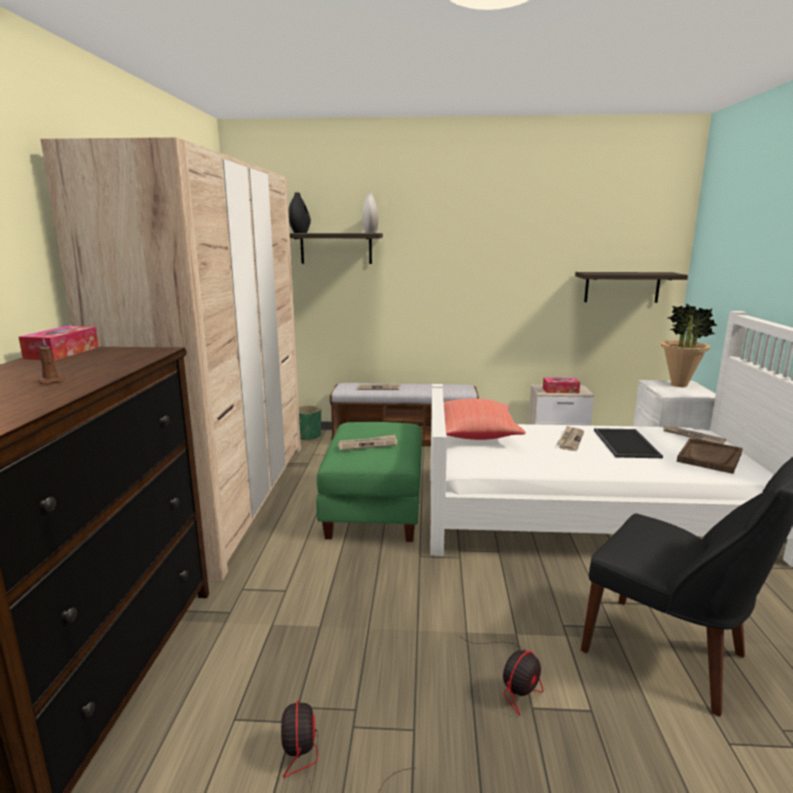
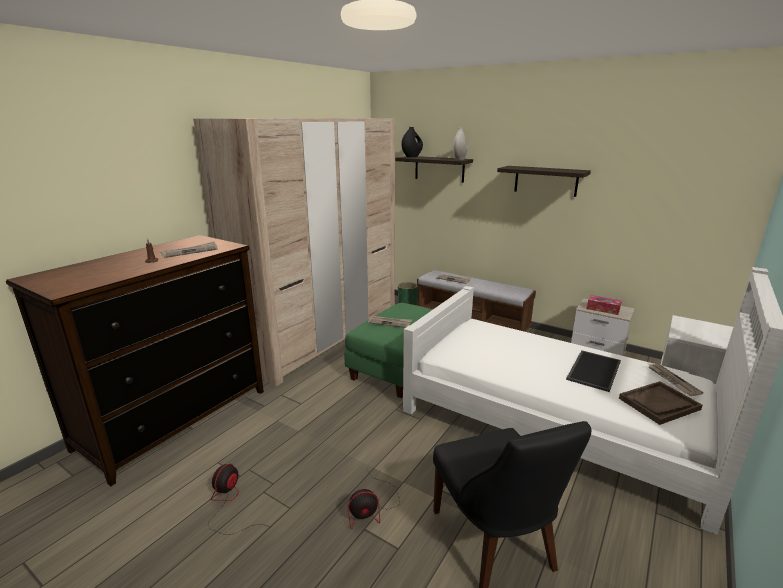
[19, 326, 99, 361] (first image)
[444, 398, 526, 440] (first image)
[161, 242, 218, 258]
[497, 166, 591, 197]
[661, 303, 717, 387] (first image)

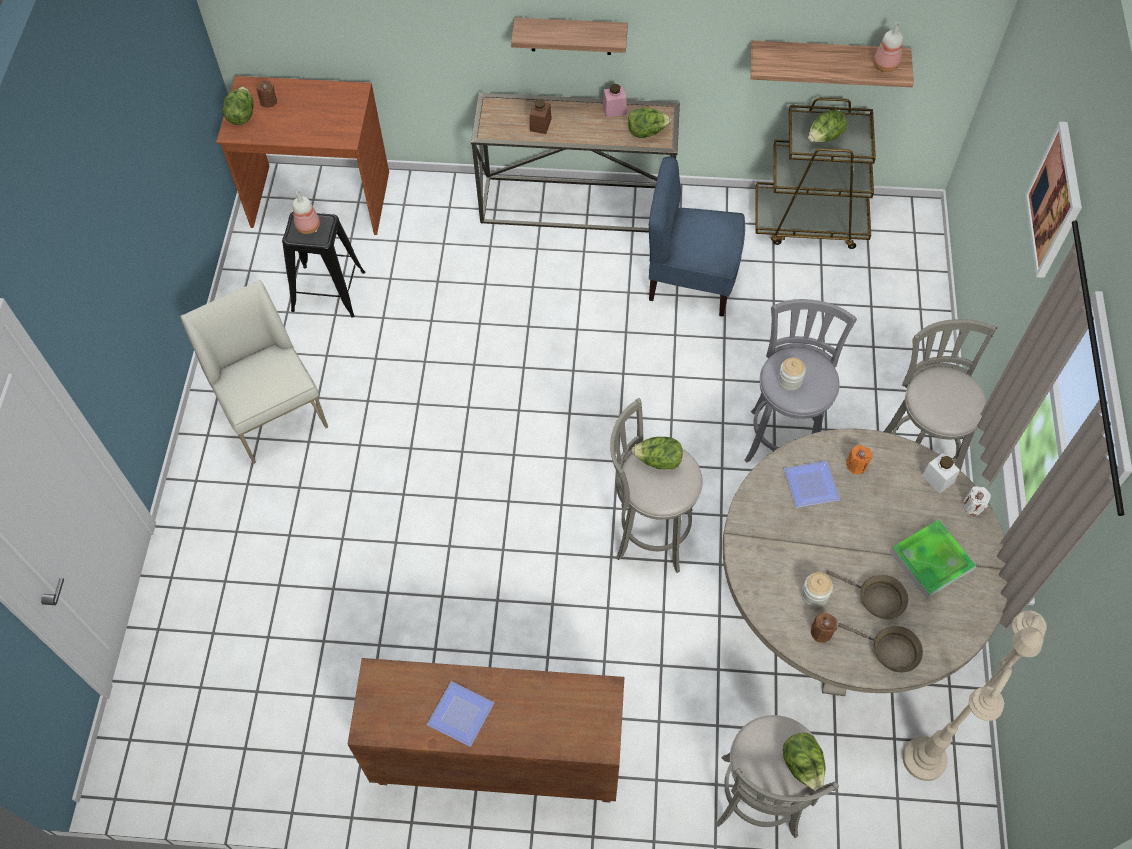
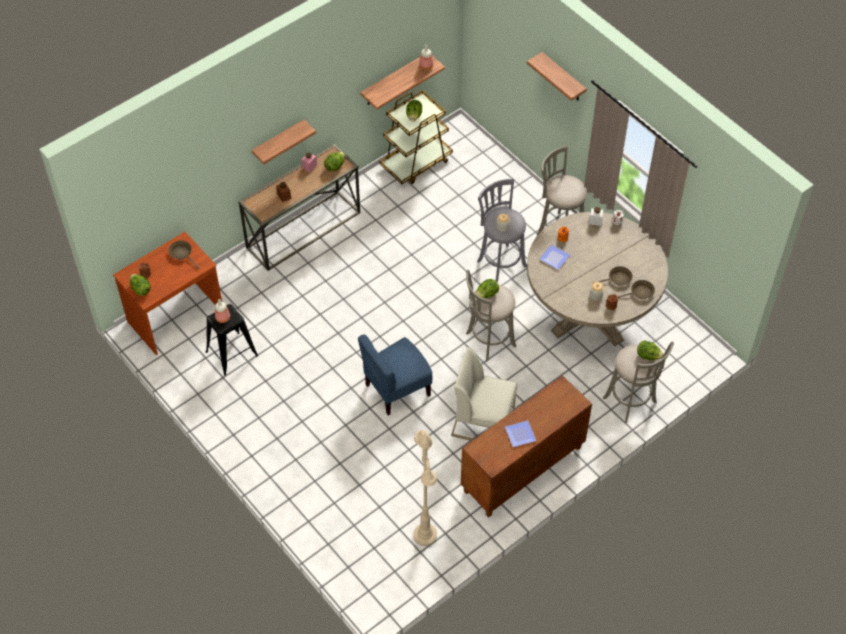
[451, 347, 518, 441]
[358, 334, 432, 415]
[890, 520, 976, 599] (first image)
[413, 430, 437, 546]
[527, 52, 587, 101]
[168, 241, 200, 269]

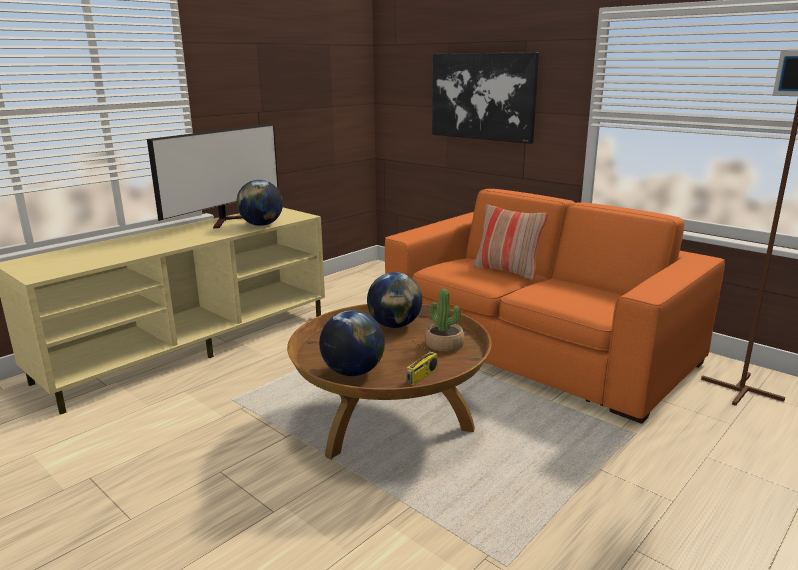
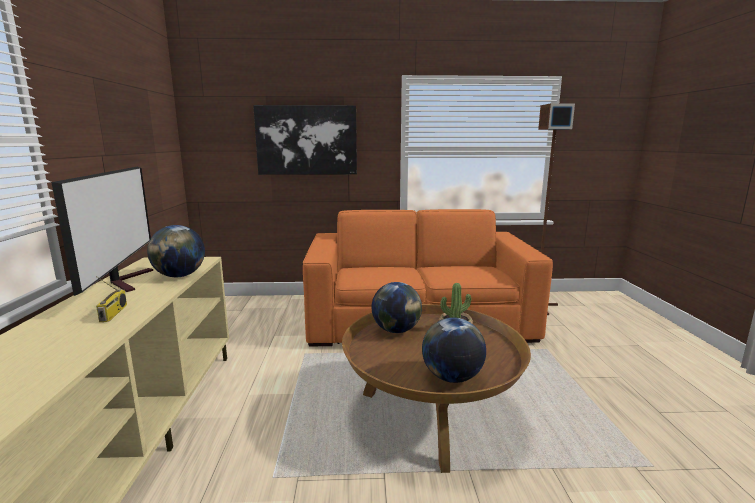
[96, 276, 127, 322]
[473, 205, 548, 280] (first image)

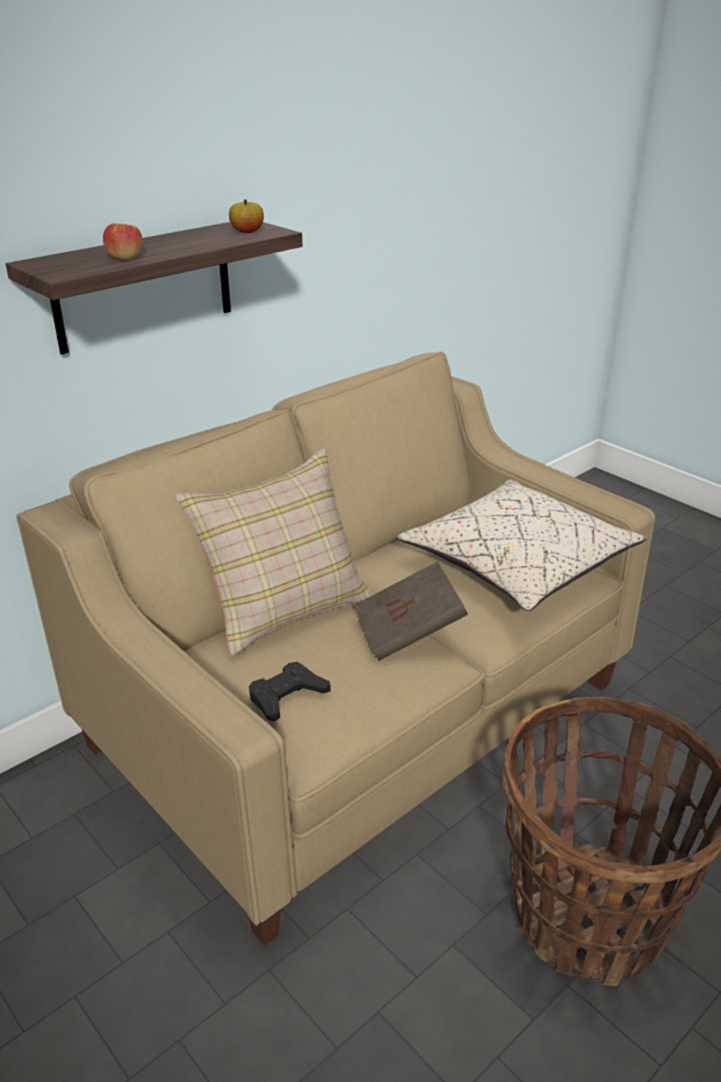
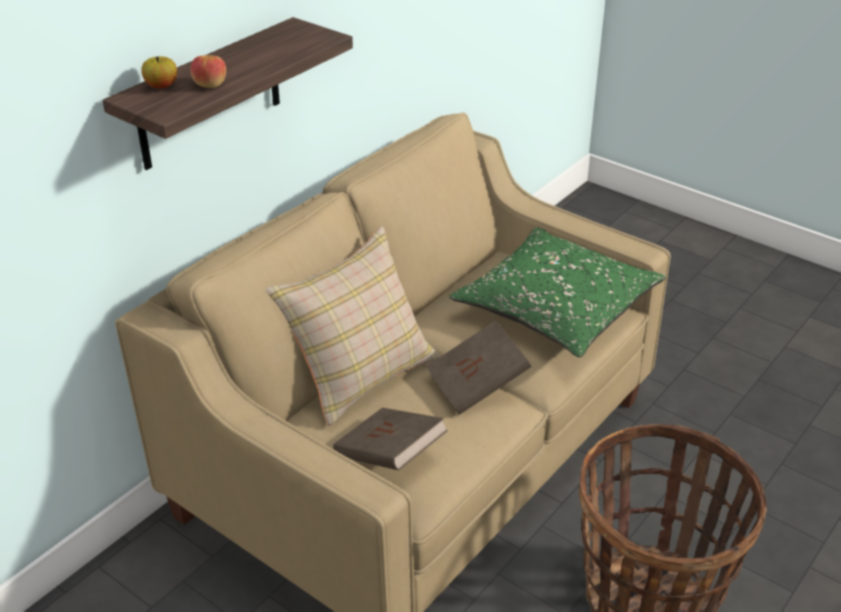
[141, 56, 177, 88]
[333, 408, 448, 470]
[449, 227, 666, 357]

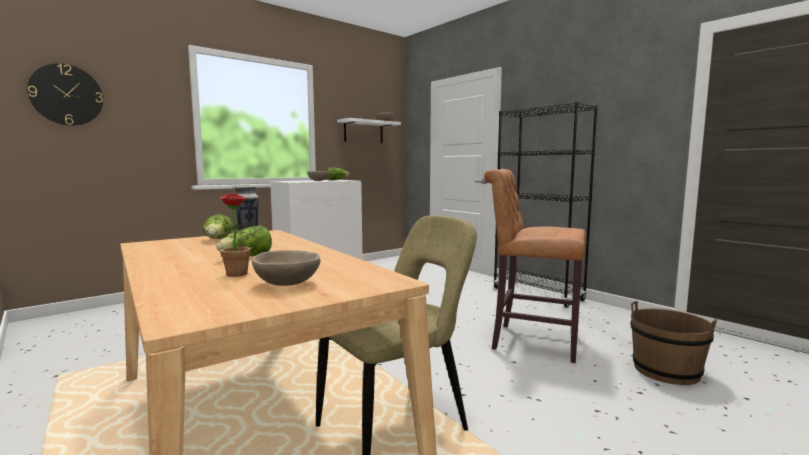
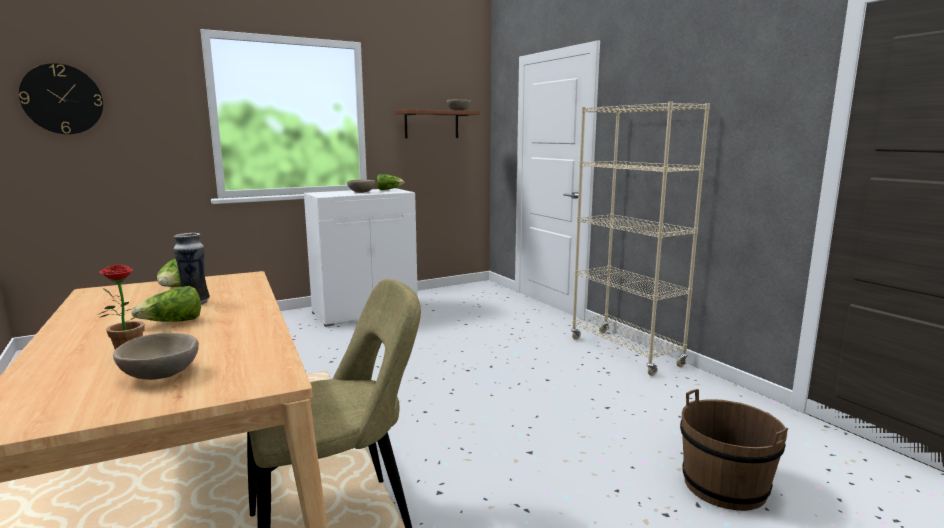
[395, 109, 480, 138]
[484, 169, 586, 363] (first image)
[571, 101, 710, 376]

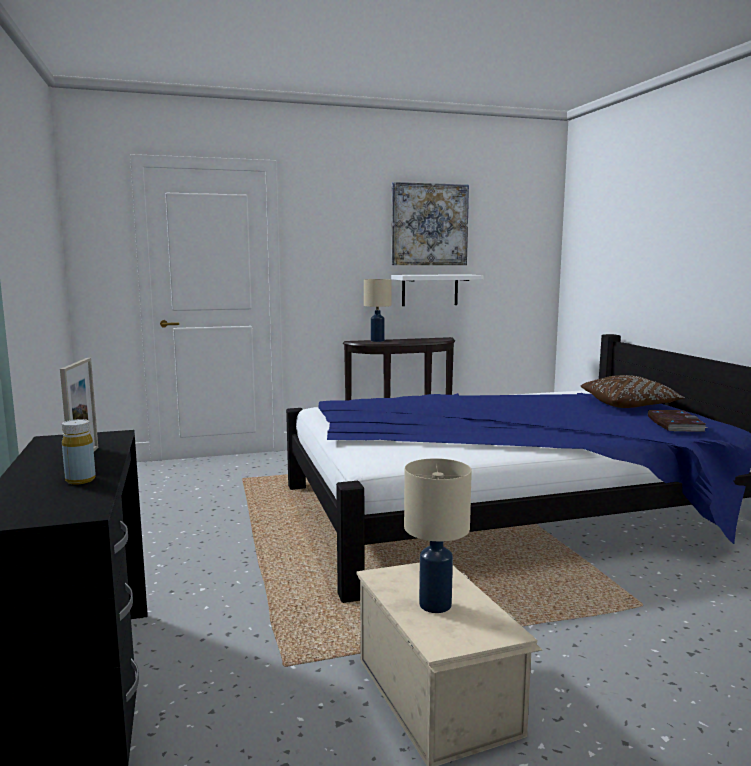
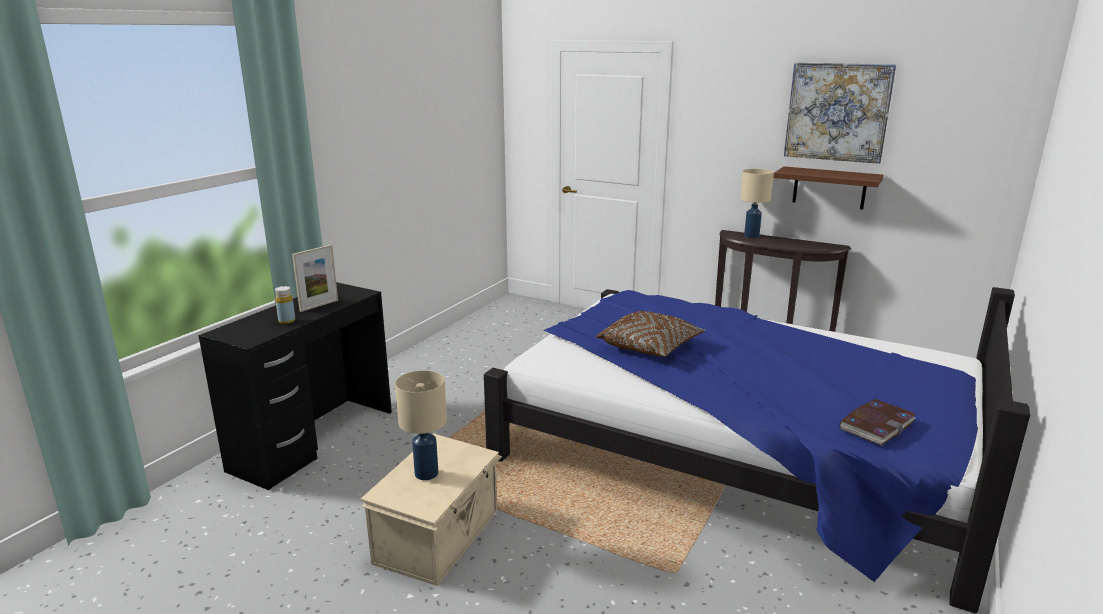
[773, 166, 883, 210]
[596, 311, 705, 357]

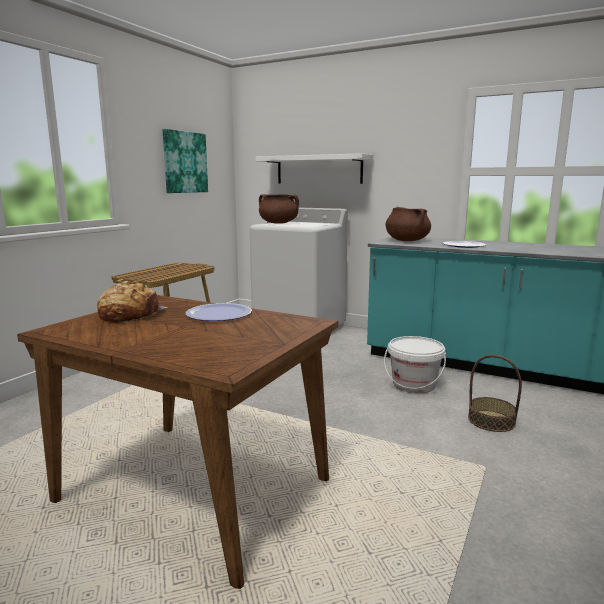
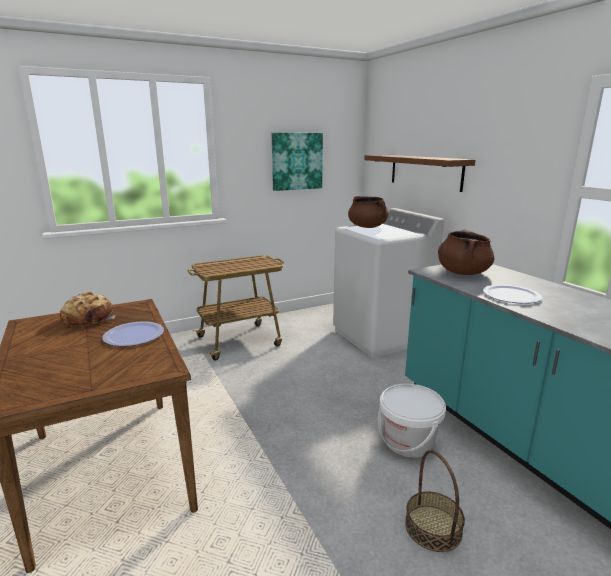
[364, 155, 475, 192]

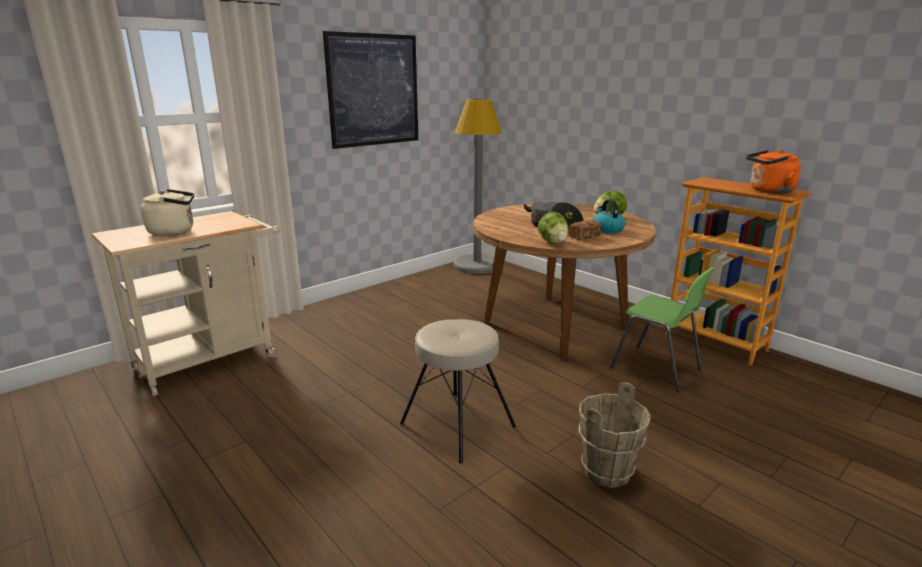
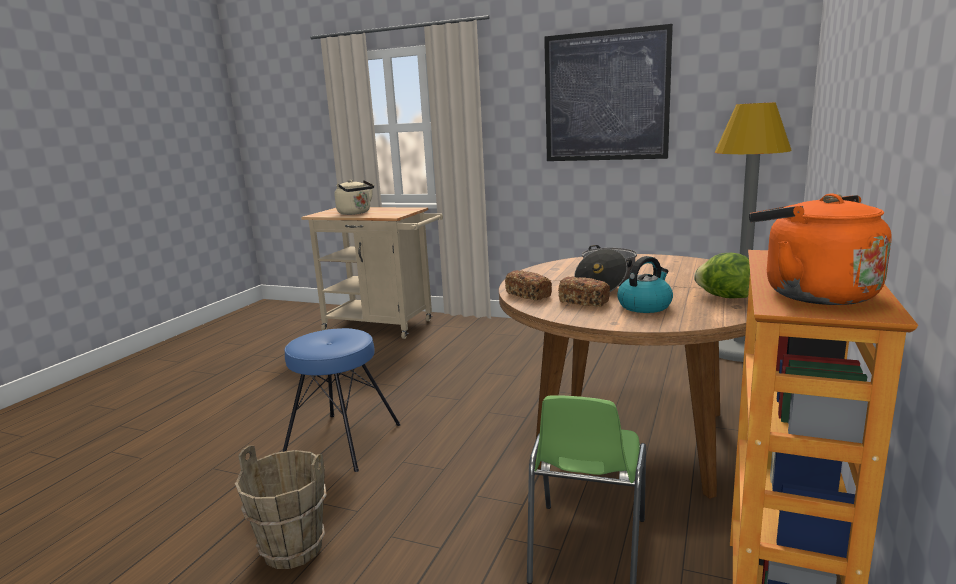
[283, 328, 401, 472]
[505, 270, 552, 300]

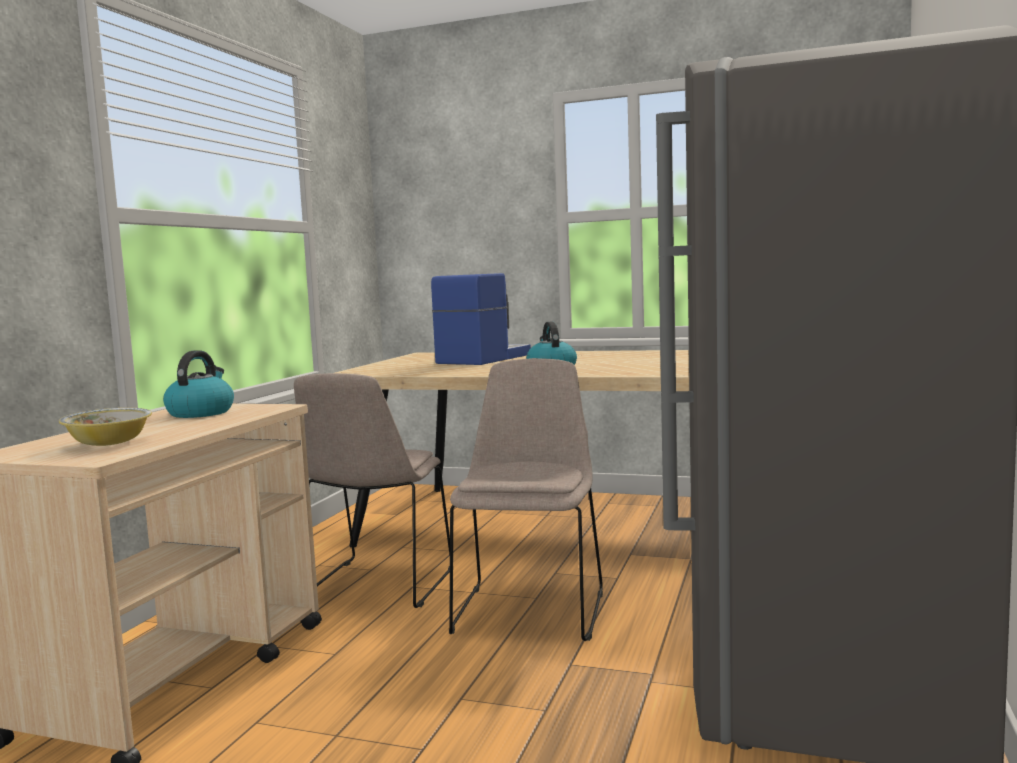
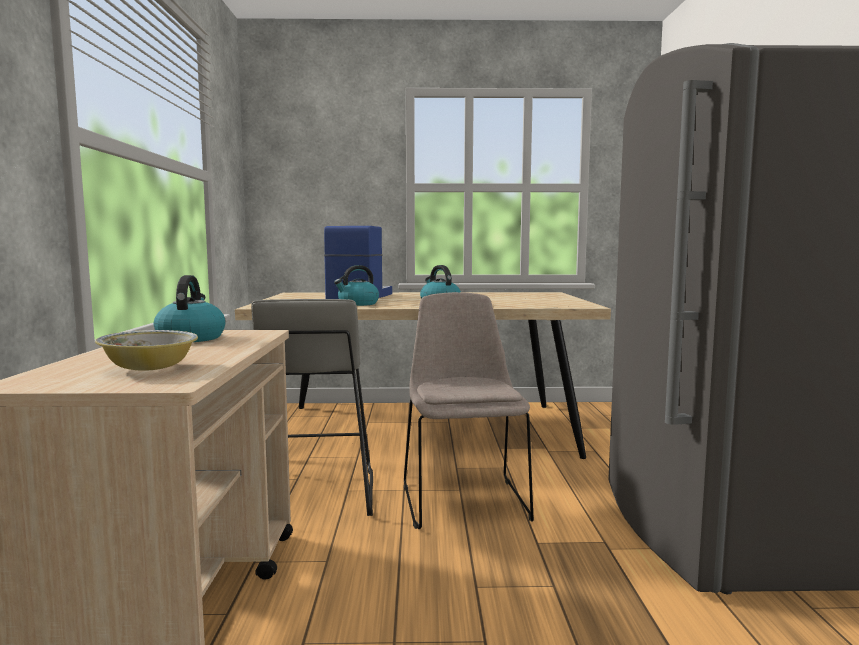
[251, 299, 373, 516]
[334, 265, 379, 306]

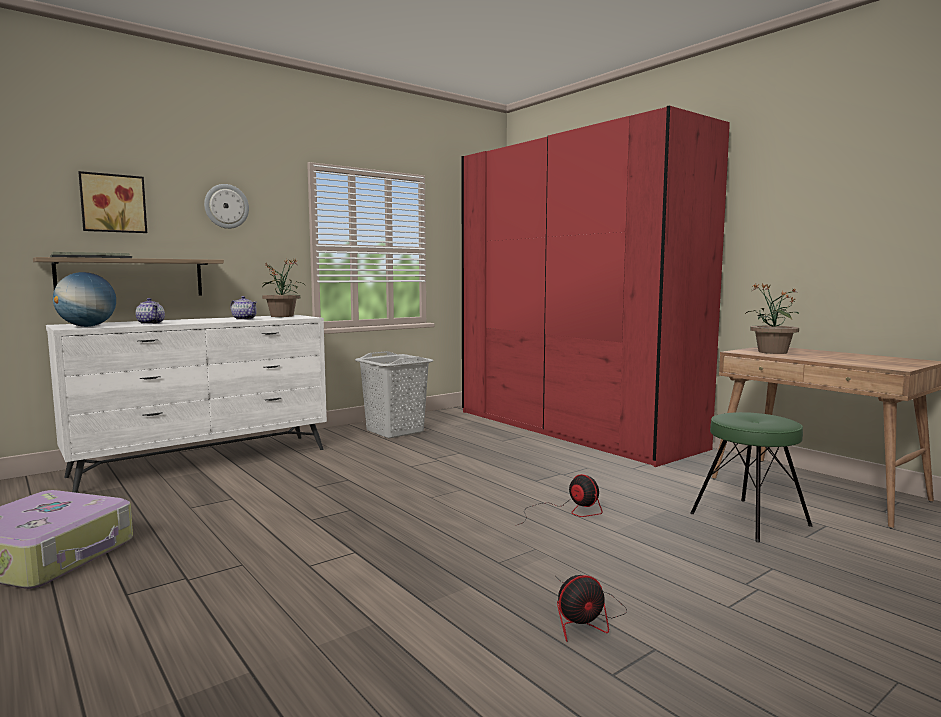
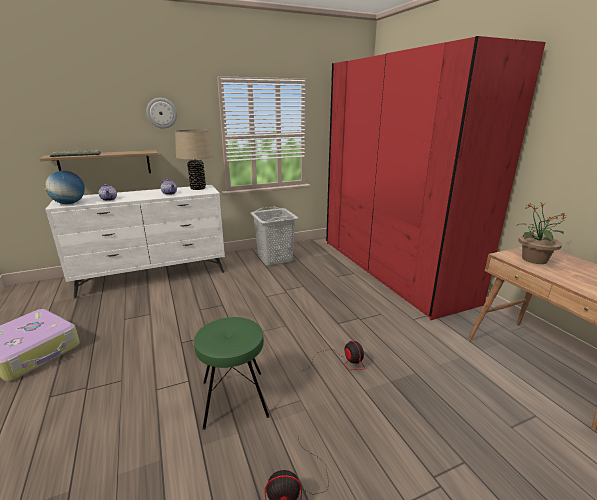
[78, 171, 147, 233] (first image)
[175, 129, 213, 190]
[194, 317, 270, 430]

